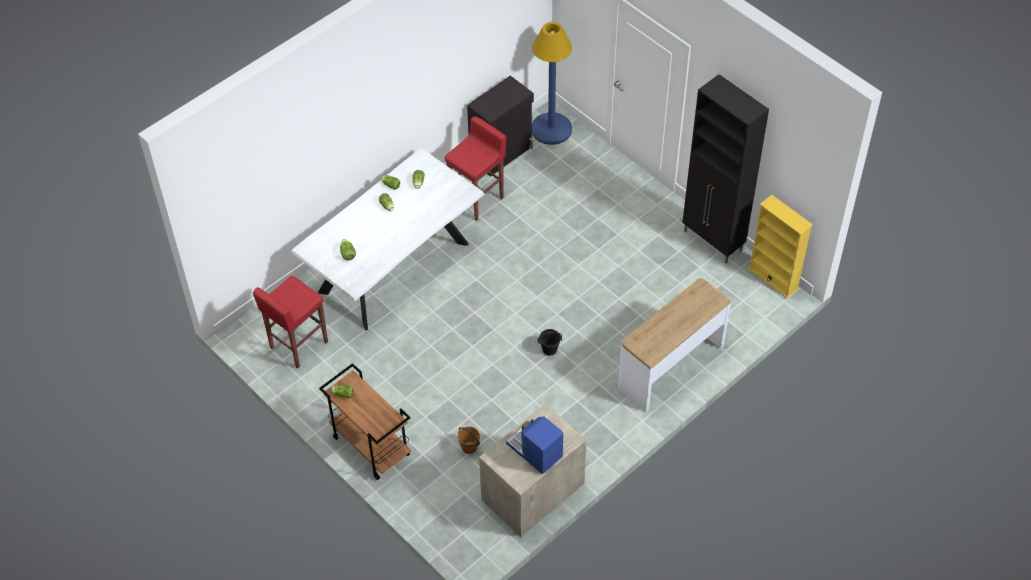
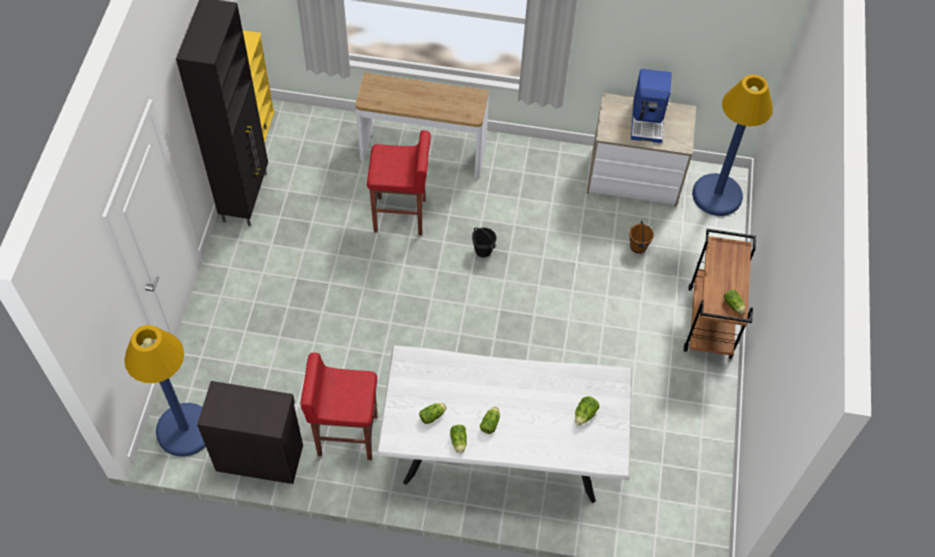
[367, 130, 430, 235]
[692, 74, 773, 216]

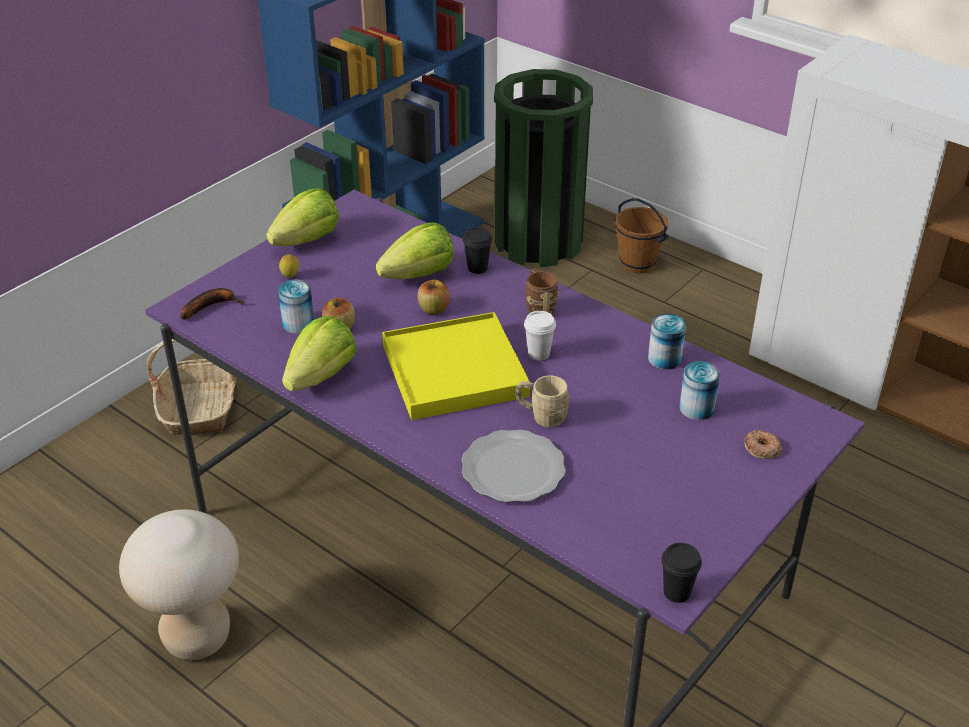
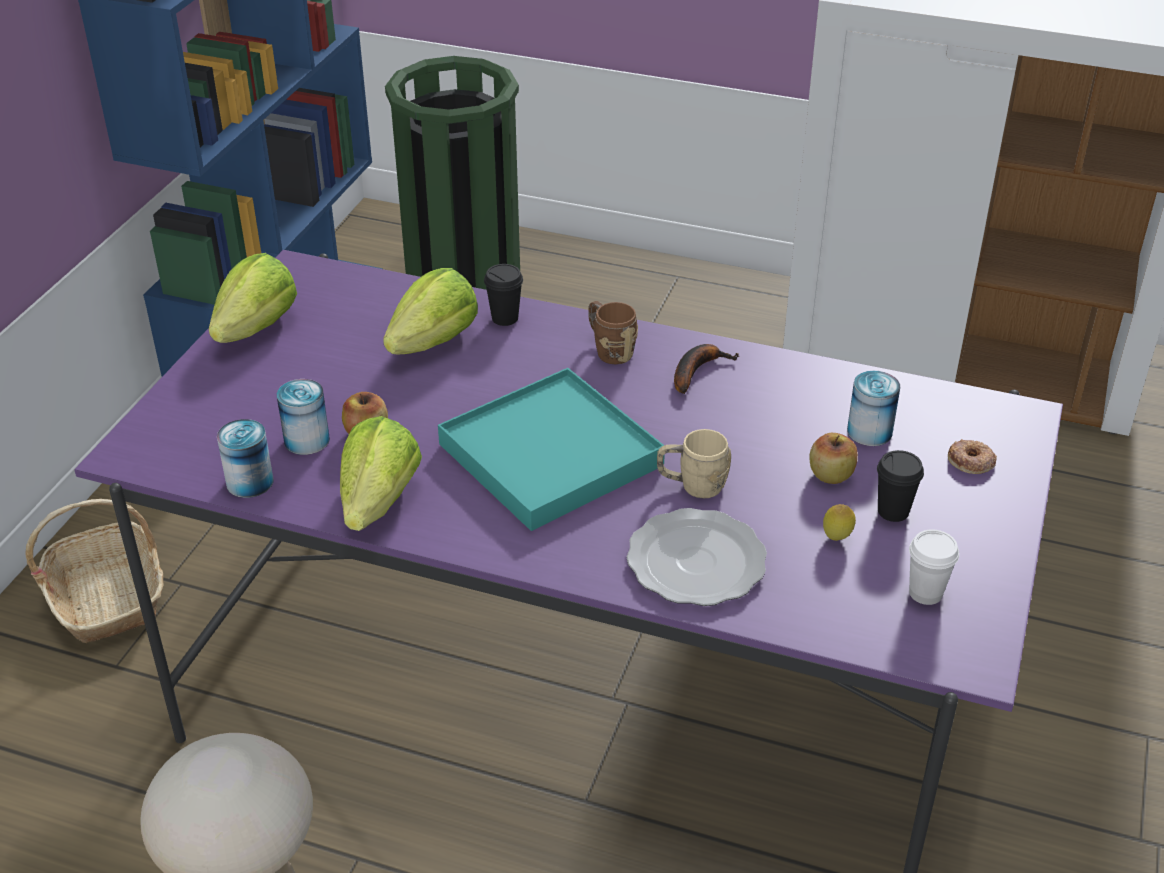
[674, 344, 739, 394]
[823, 504, 856, 541]
[438, 368, 665, 531]
[809, 433, 858, 484]
[909, 529, 959, 605]
[614, 198, 669, 274] (first image)
[217, 419, 274, 498]
[877, 450, 924, 522]

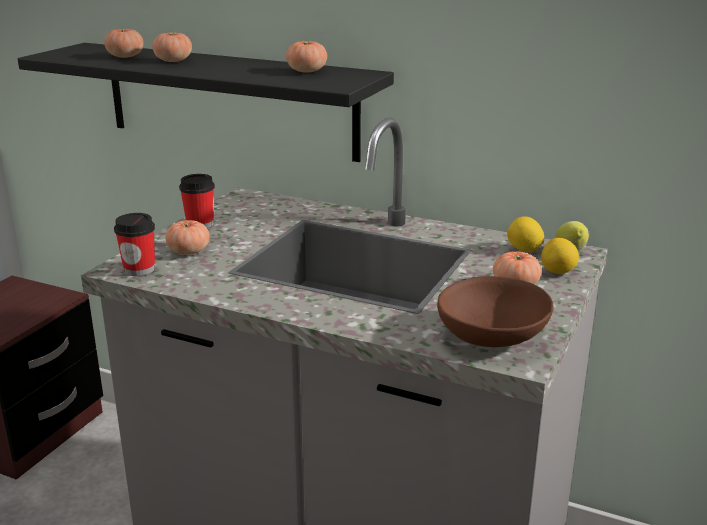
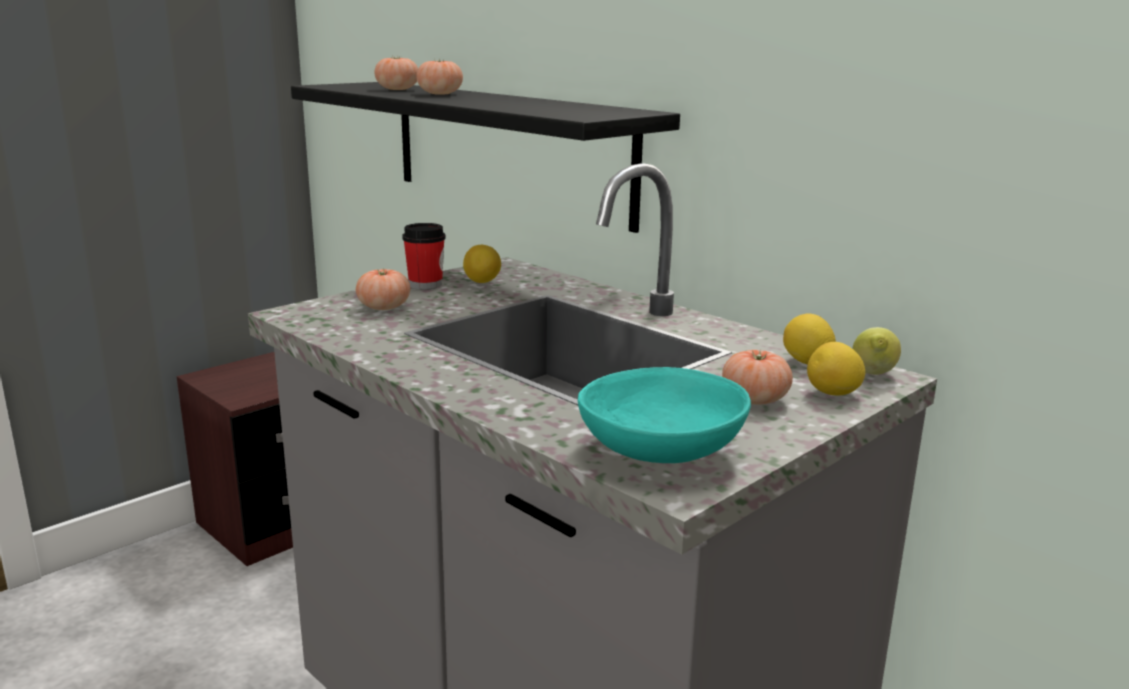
[114, 213, 155, 276] (first image)
[286, 40, 327, 73] (first image)
[578, 367, 751, 463]
[463, 245, 501, 283]

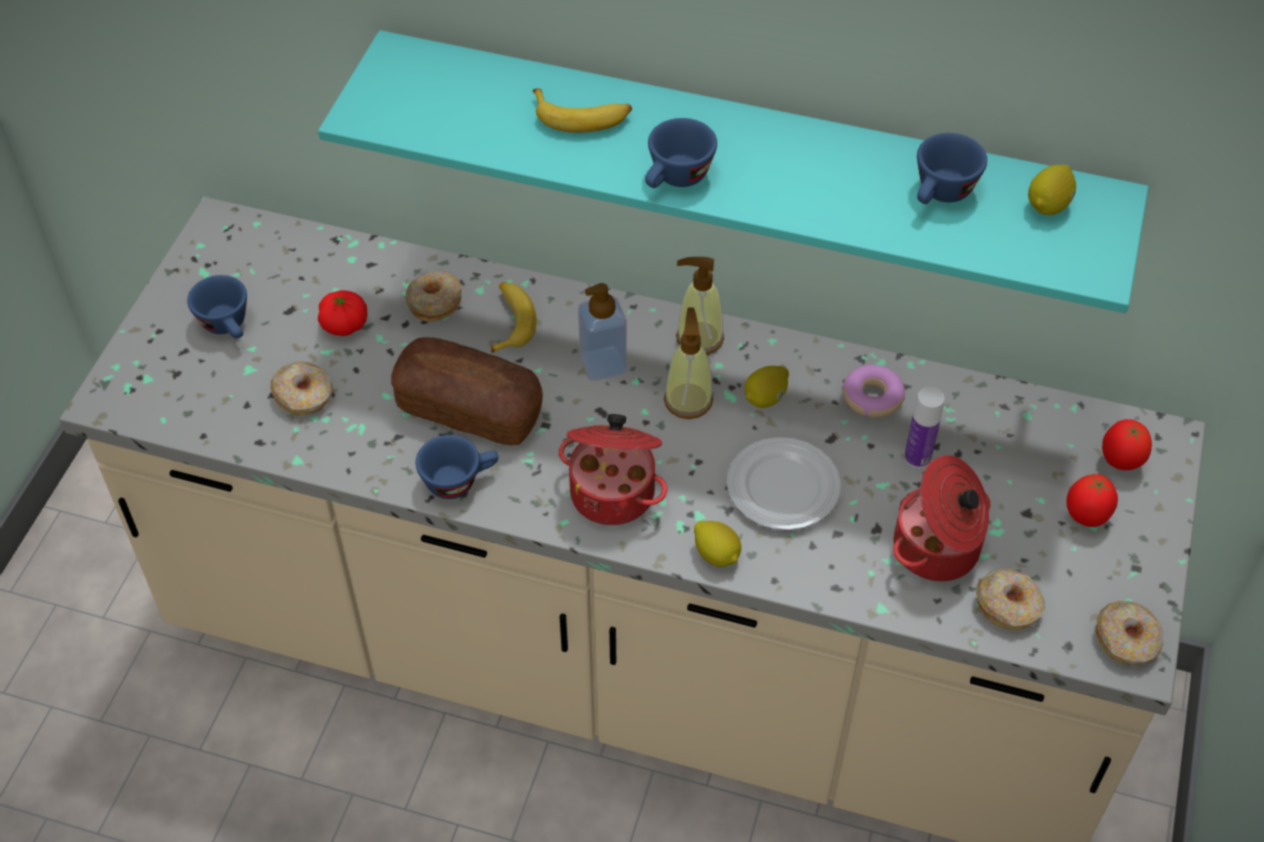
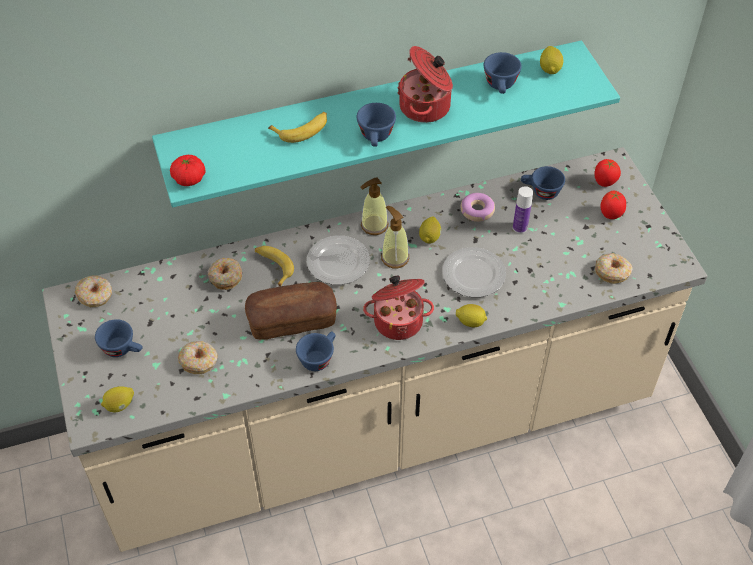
[170, 155, 206, 186]
[307, 236, 370, 285]
[397, 46, 453, 123]
[75, 275, 112, 307]
[101, 386, 134, 412]
[521, 166, 565, 200]

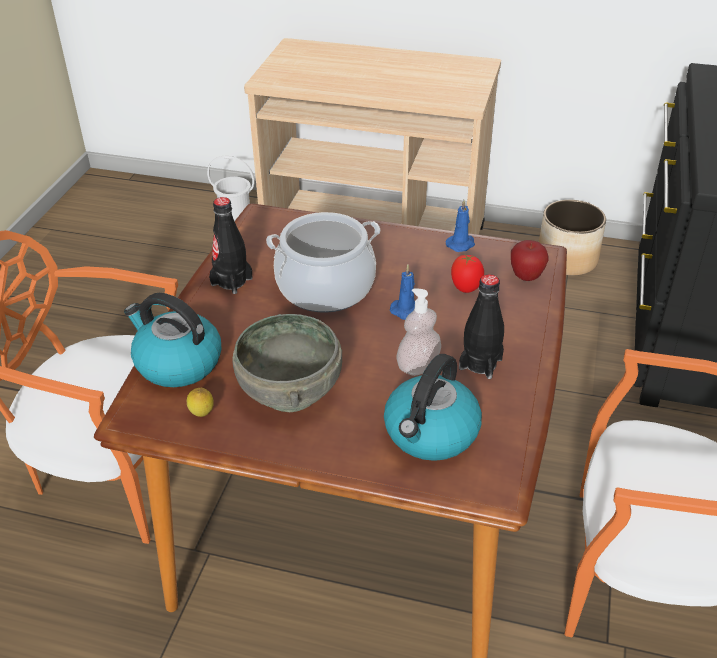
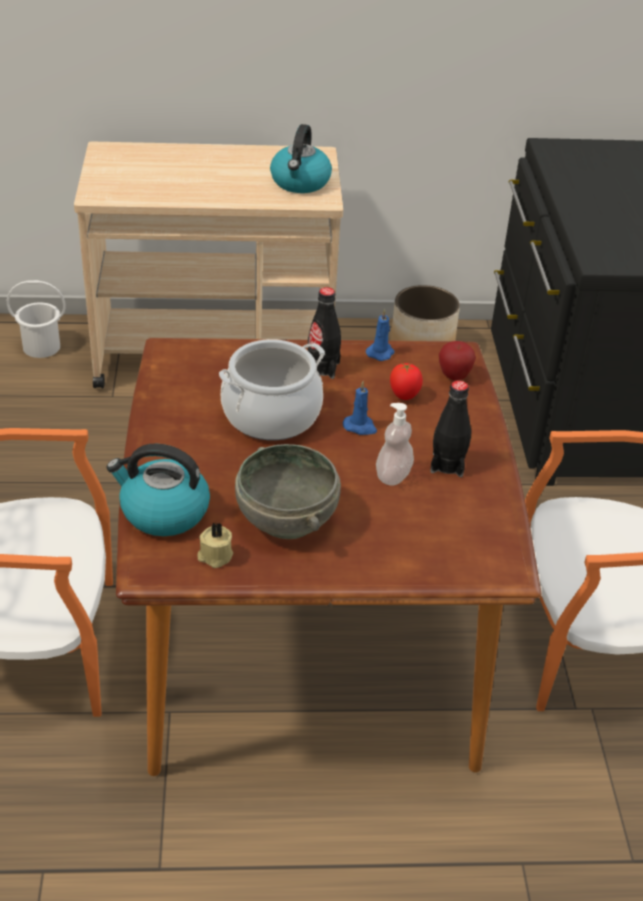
[198, 522, 233, 568]
[308, 287, 341, 379]
[270, 124, 332, 193]

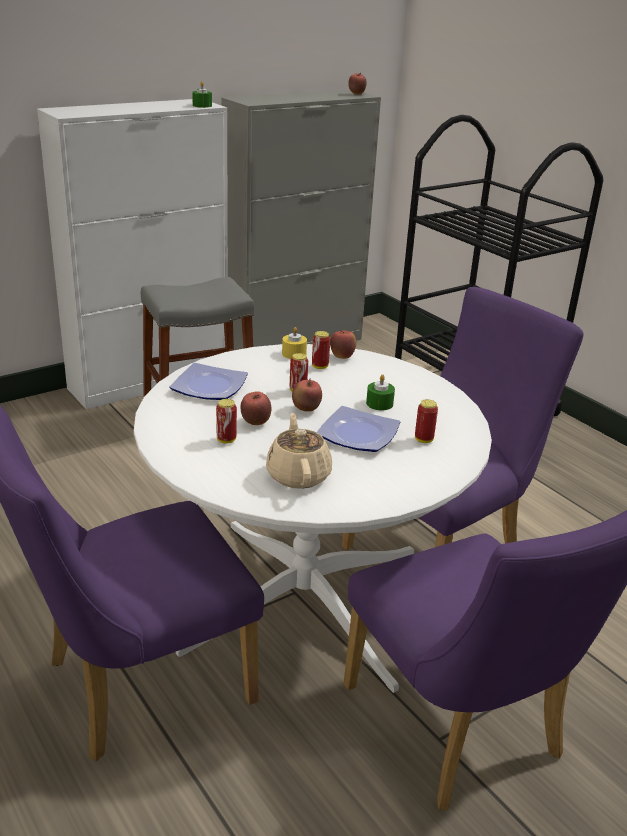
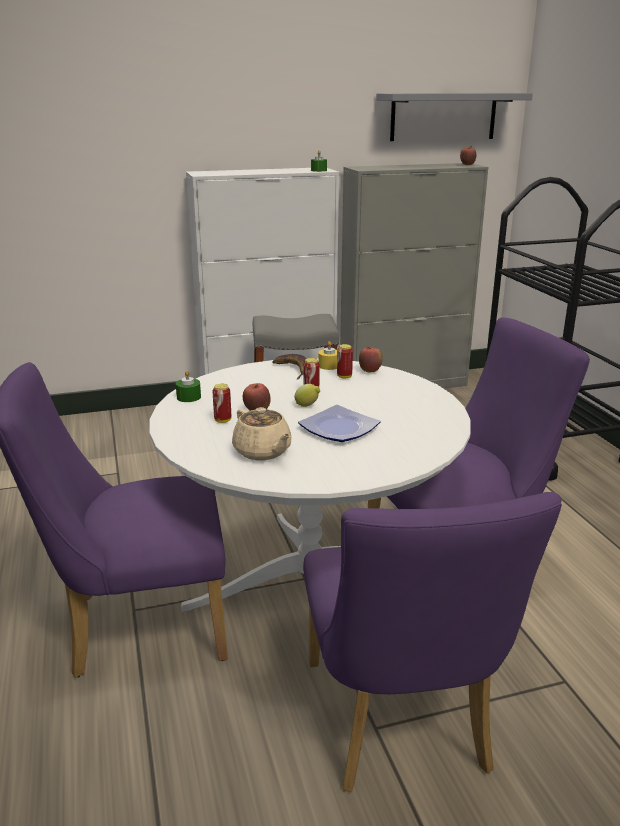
[169, 363, 248, 400] (first image)
[232, 407, 291, 460]
[294, 384, 320, 407]
[176, 370, 201, 402]
[415, 399, 438, 443] (first image)
[272, 354, 307, 380]
[376, 93, 533, 141]

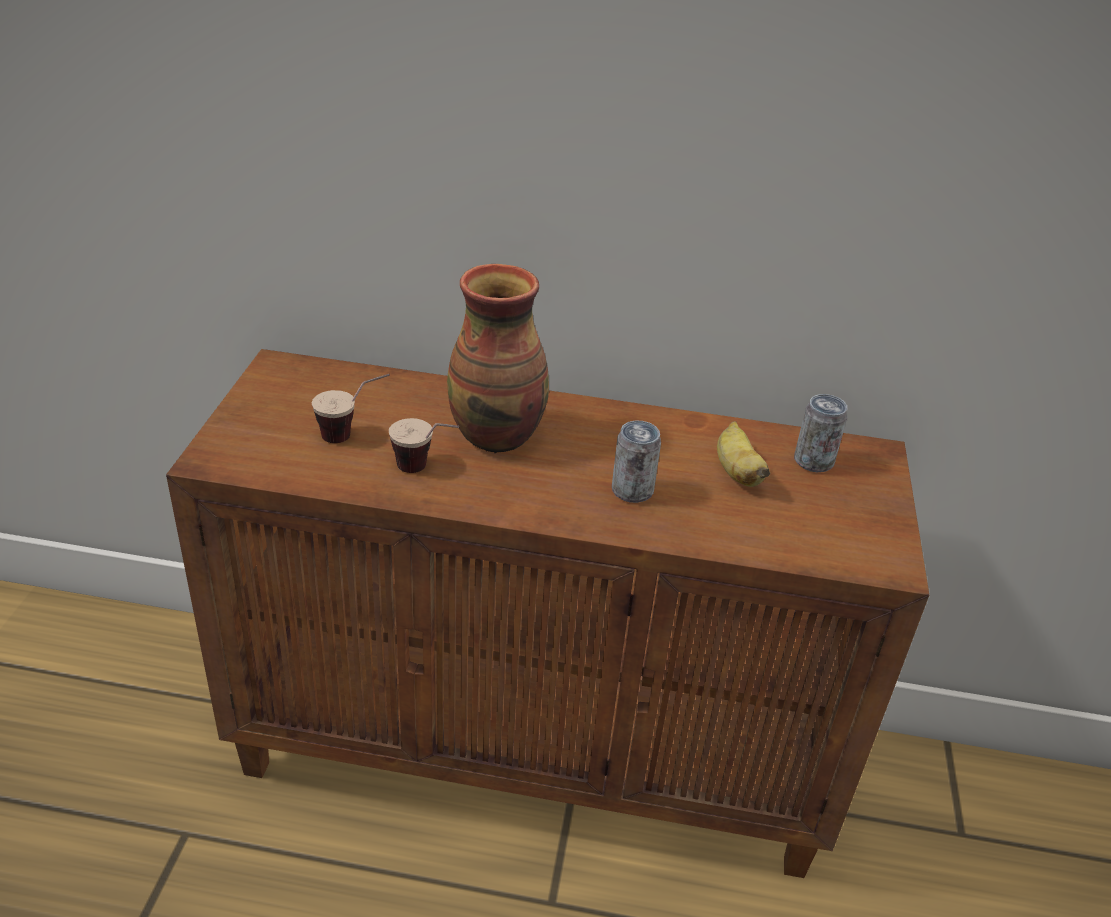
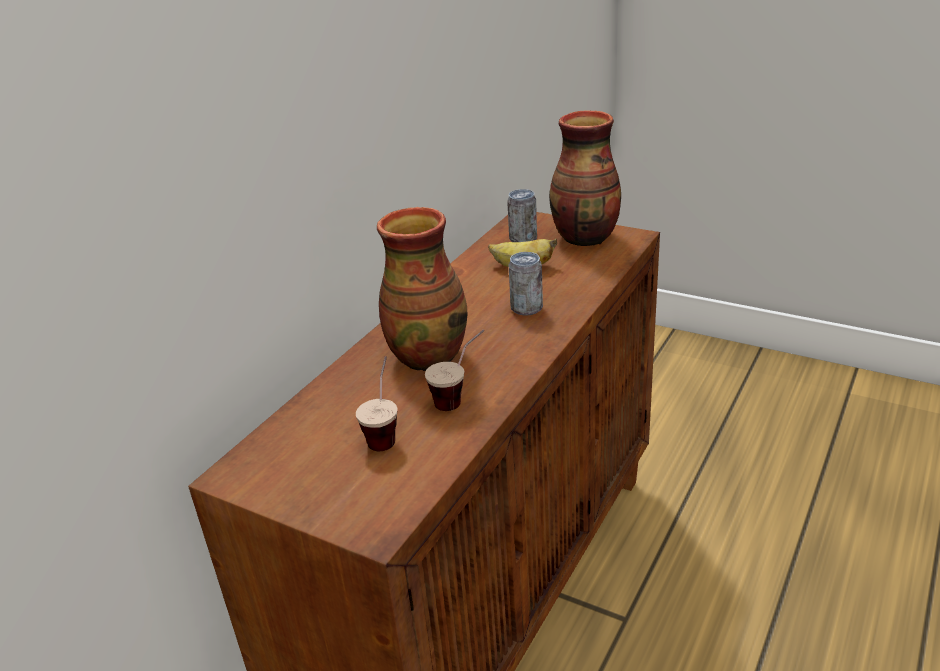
[549, 110, 621, 246]

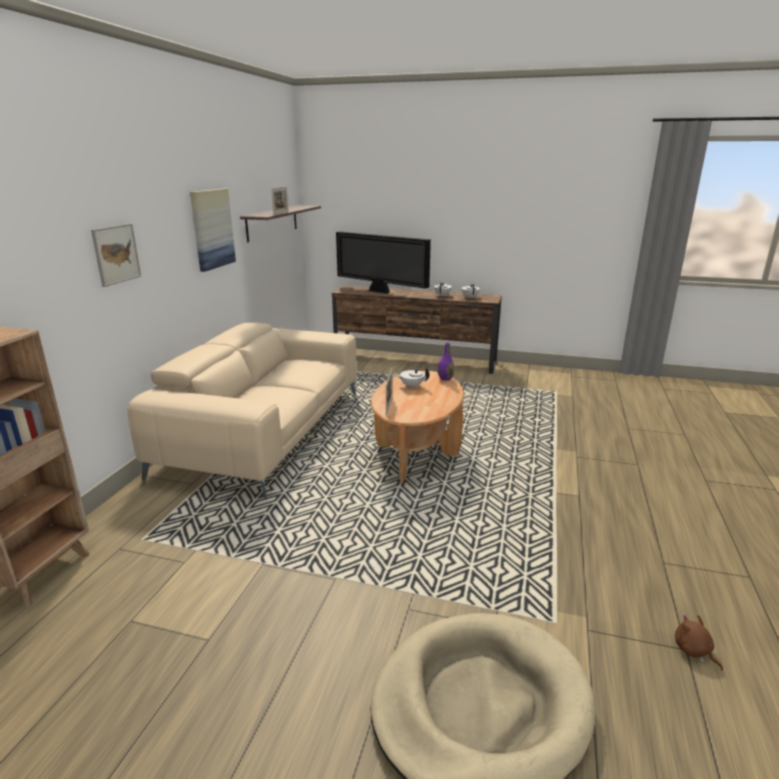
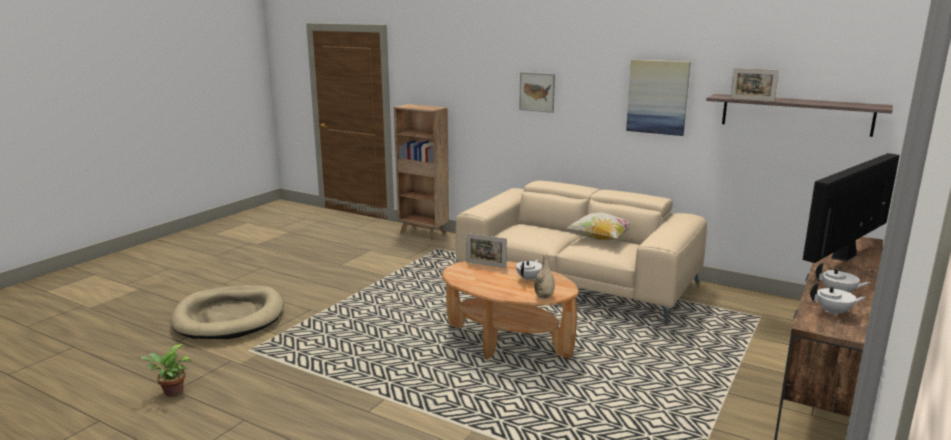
[535, 254, 555, 299]
[139, 344, 191, 397]
[566, 212, 631, 240]

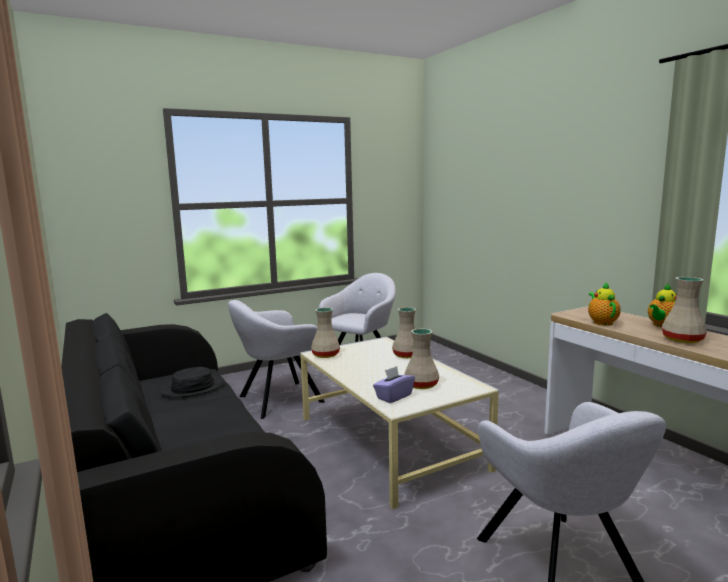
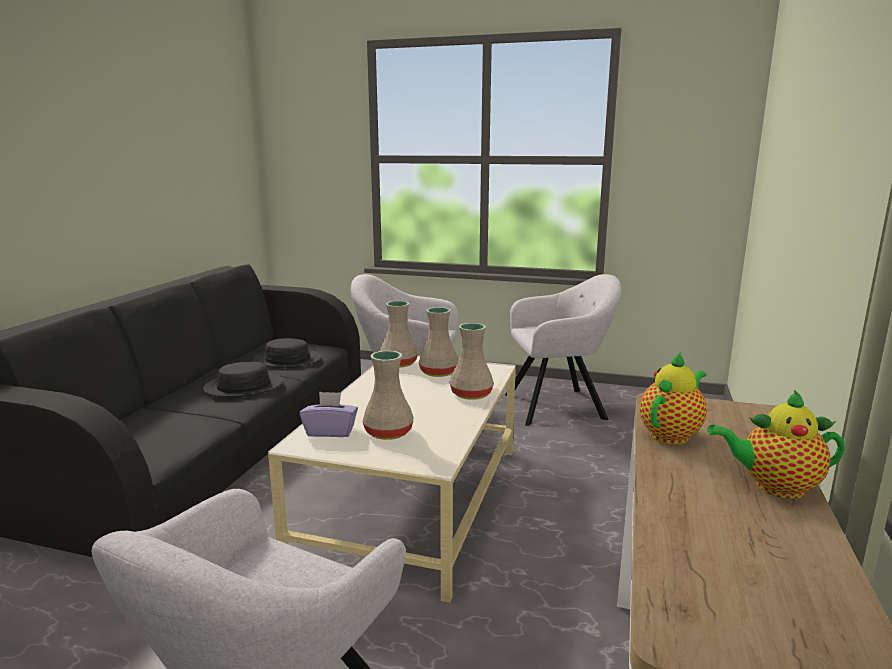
[418, 307, 458, 377]
[203, 362, 283, 397]

